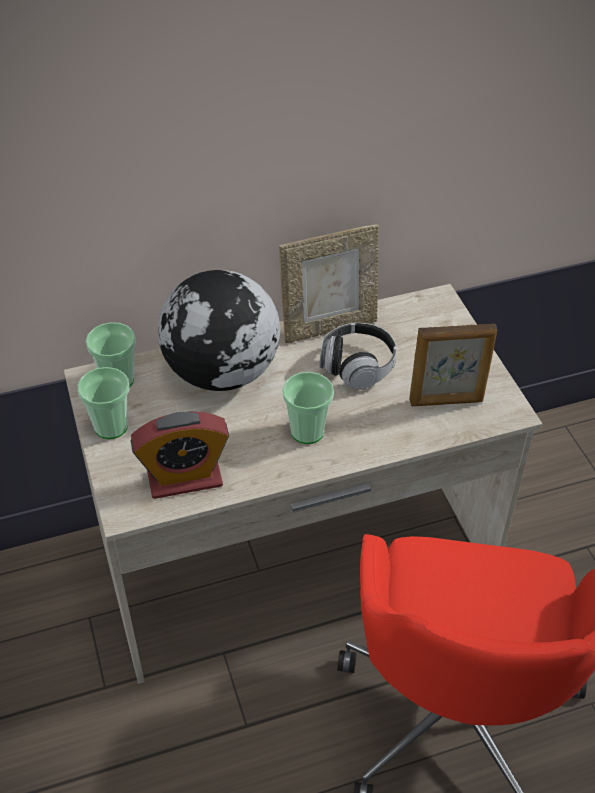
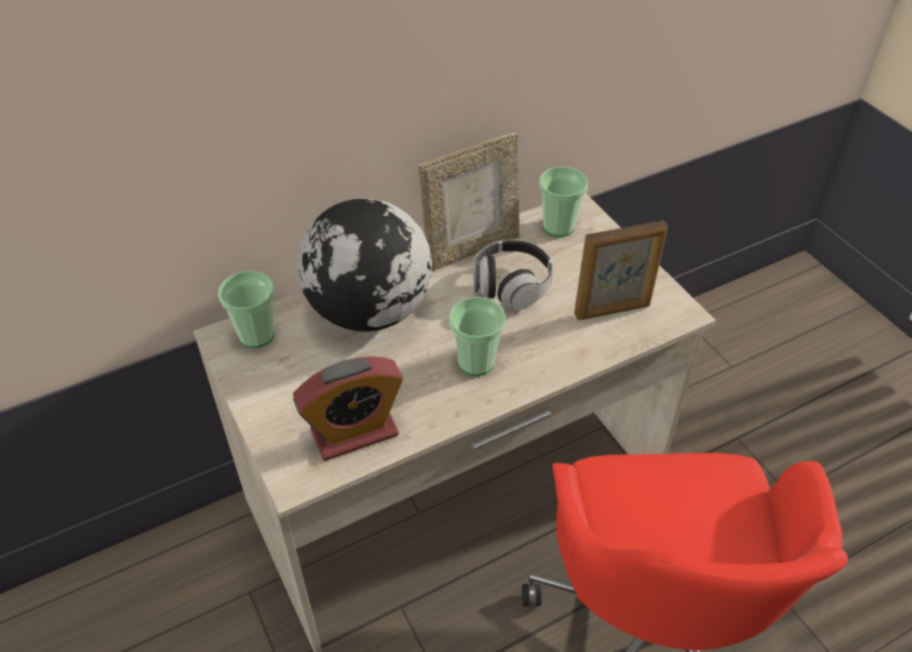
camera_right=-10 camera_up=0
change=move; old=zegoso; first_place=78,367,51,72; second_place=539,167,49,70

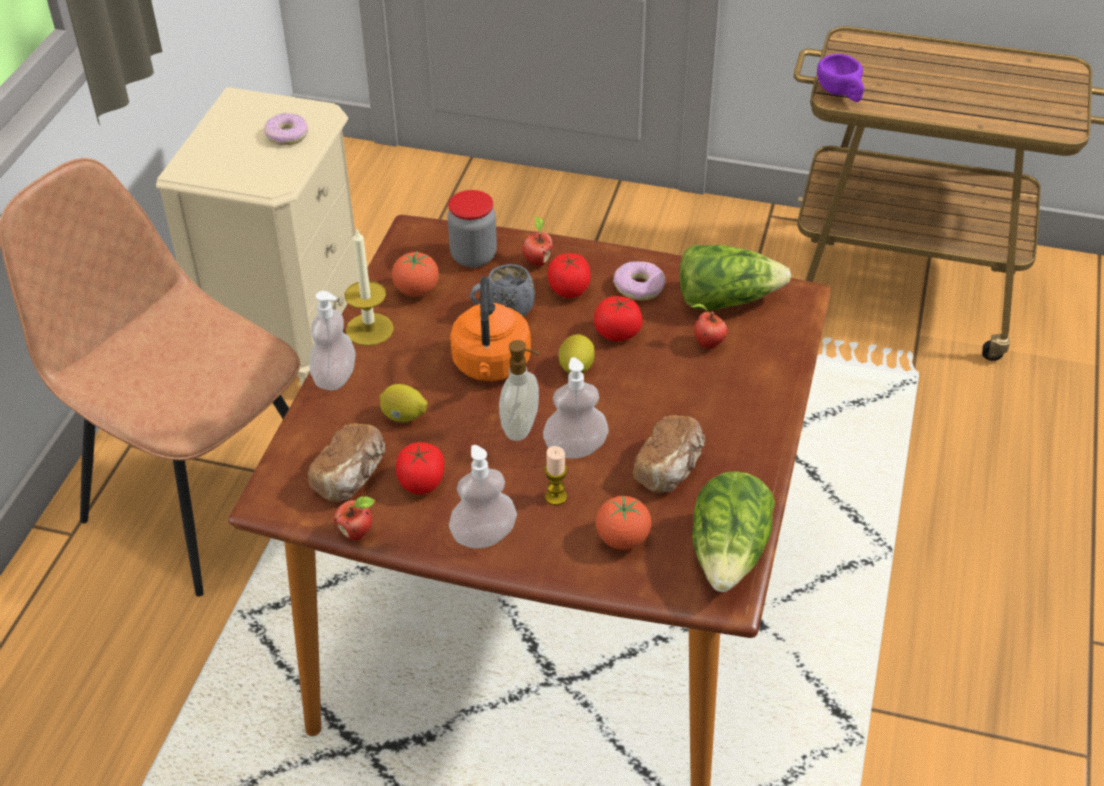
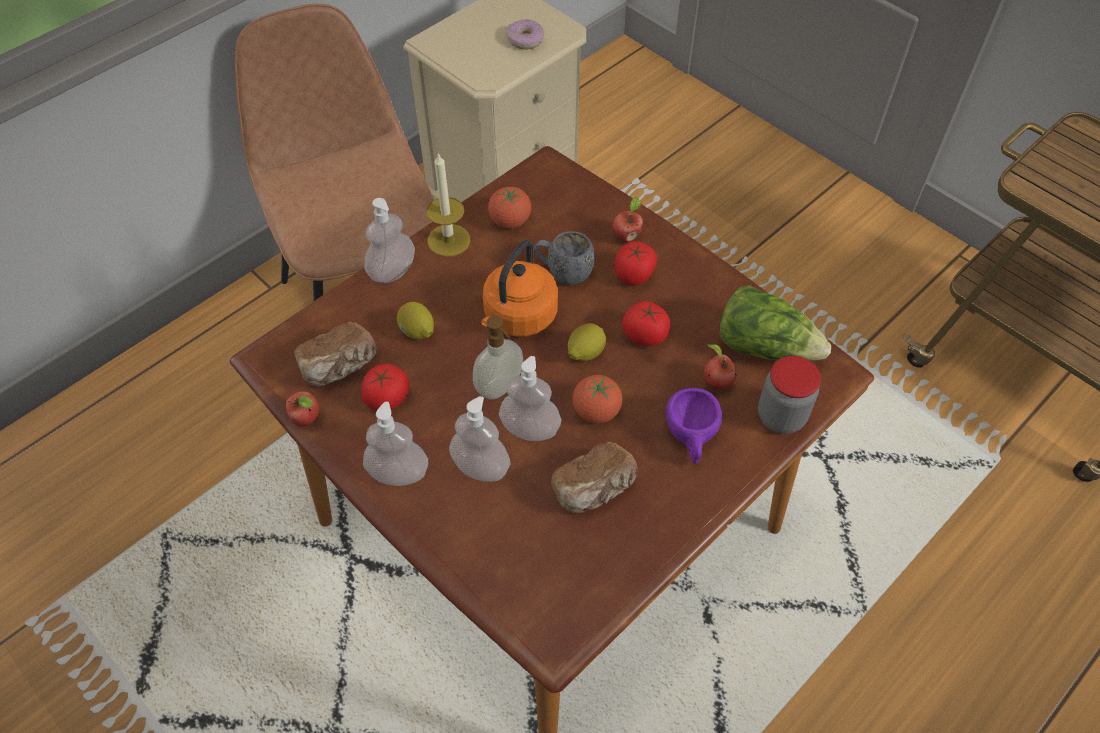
camera_right=30 camera_up=10
change=move; old=zegoso (purple); first_place=817,54,47,48; second_place=666,388,56,76
change=move; old=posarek; first_place=447,190,50,78; second_place=758,356,63,78
change=delete; old=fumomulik; first_place=613,261,53,39
change=replace; old=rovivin; new=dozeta; first_place=544,446,23,60; second_place=449,396,61,86
change=delete; old=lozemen; first_place=692,471,83,121
change=move; old=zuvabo; first_place=596,495,55,55; second_place=572,375,51,48

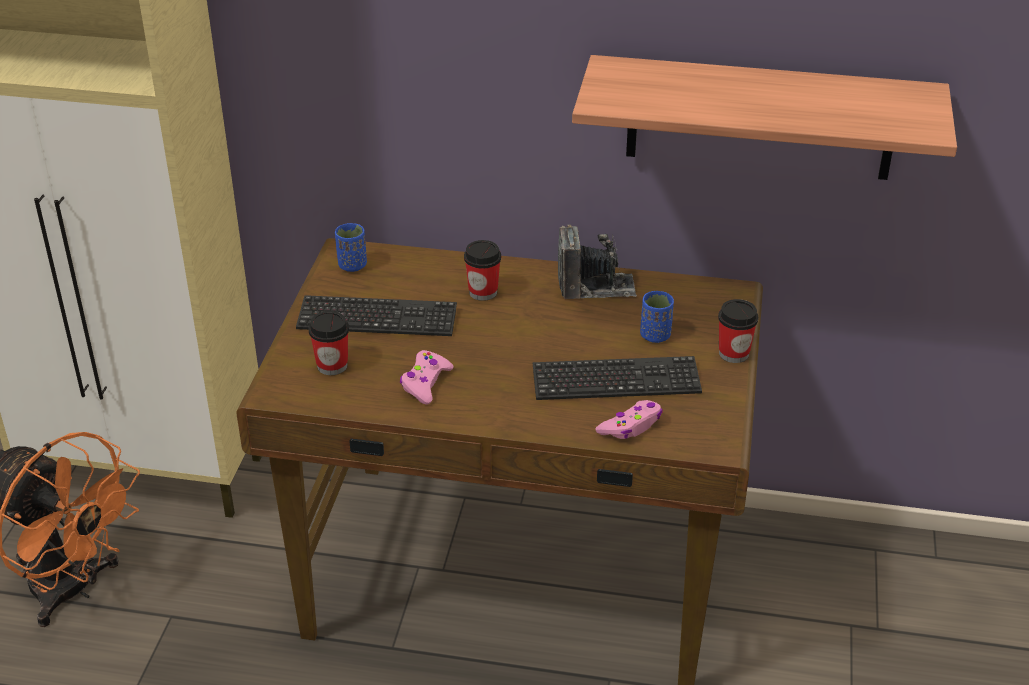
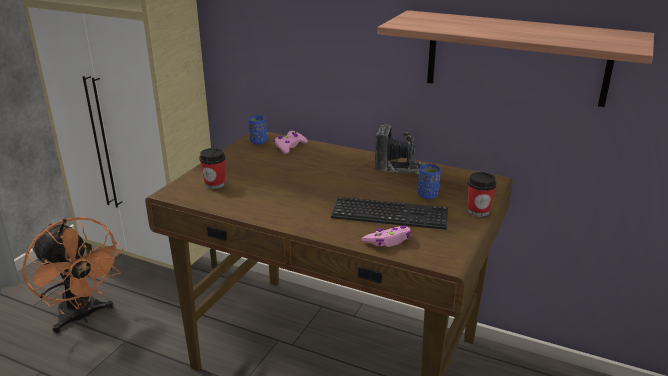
camera_right=15 camera_up=-10
change=delete; old=zegoso; first_place=464,240,37,61
change=delete; old=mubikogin; first_place=296,295,161,41
change=move; old=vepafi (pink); first_place=400,350,54,55; second_place=274,131,34,23

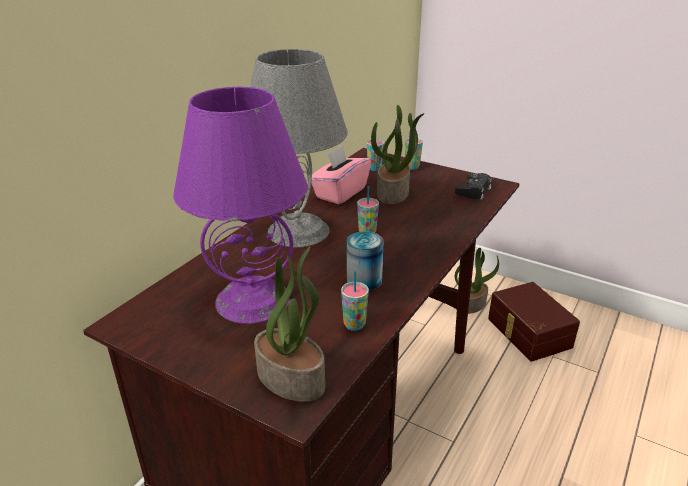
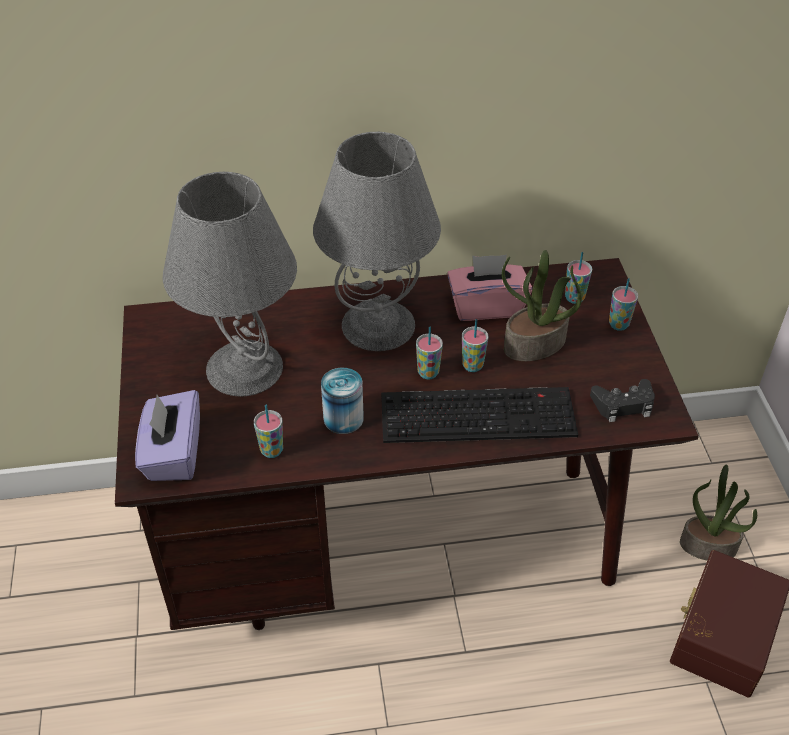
camera_right=50 camera_up=15
change=recolor; old=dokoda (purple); new=dokoda (grey); first_place=173,87,135,237; second_place=162,172,135,225
change=replace; old=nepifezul; new=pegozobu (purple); first_place=254,247,71,155; second_place=135,390,65,91
change=insert; new=zegoso; second_place=462,319,26,53
change=insert; new=mubikogin; second_place=381,387,197,56

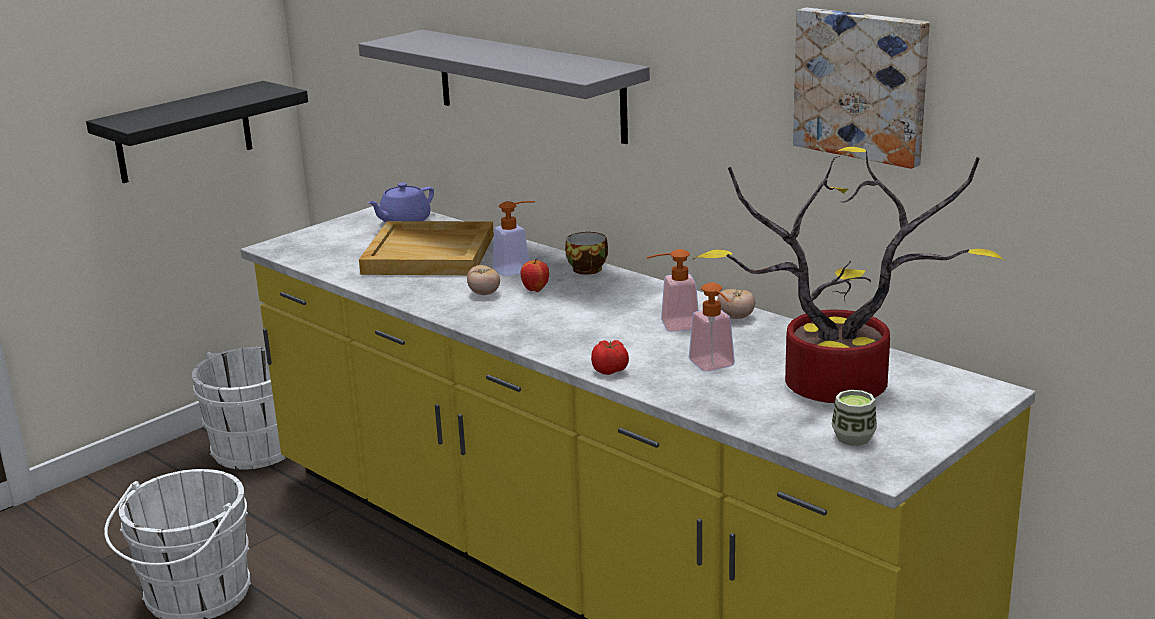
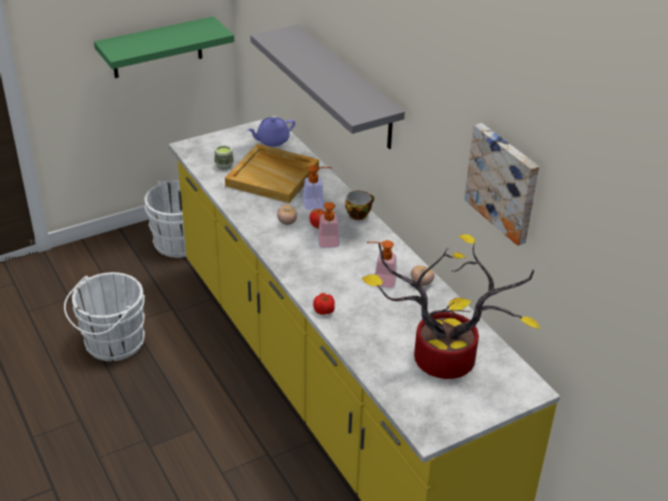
camera_right=15 camera_up=15
change=recolor; old=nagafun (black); new=nagafun (green); first_place=86,81,222,102; second_place=94,16,140,62
change=move; old=dozeta; first_place=689,283,46,89; second_place=318,202,22,46
change=move; old=zegoso; first_place=832,390,45,56; second_place=214,145,20,25

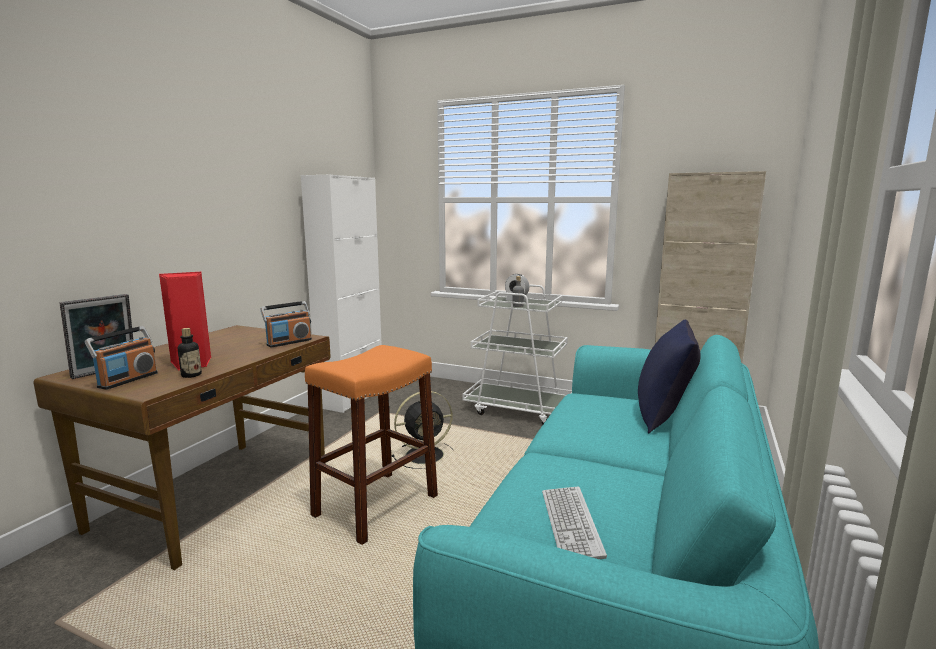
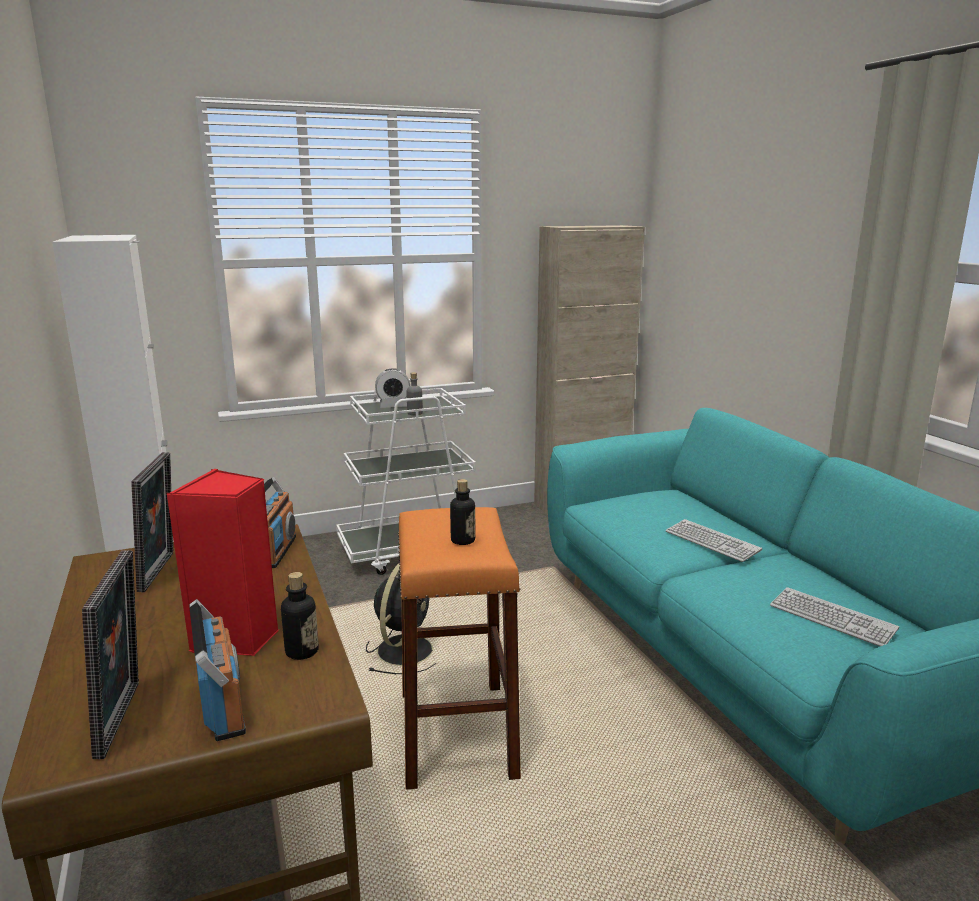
camera_right=-45 camera_up=5
change=delete; old=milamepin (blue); first_place=638,319,63,114
change=insert; new=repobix; second_place=131,452,42,140
change=insert; new=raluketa; second_place=450,479,25,66
change=insert; new=mubikogin; second_place=666,519,96,43

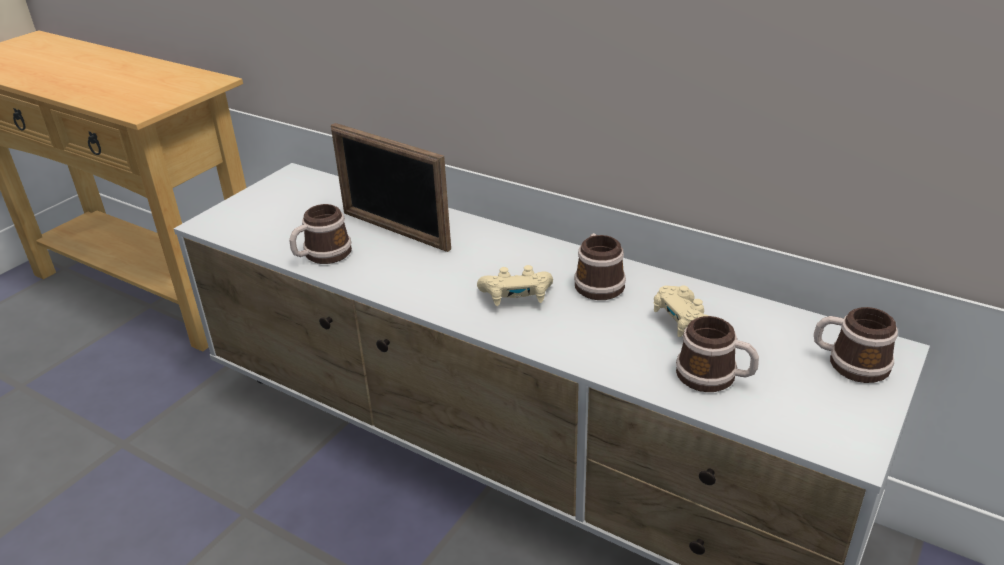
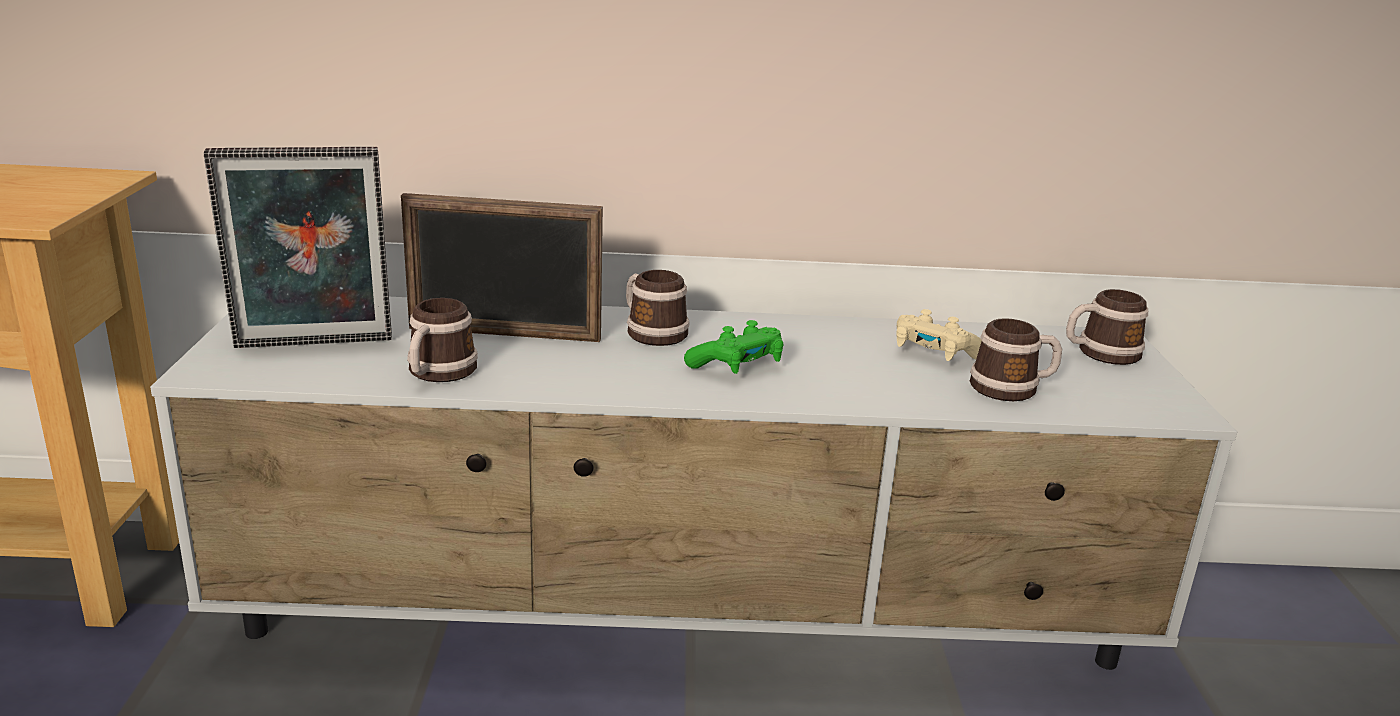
camera_right=-35 camera_up=-10
change=move; old=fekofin; first_place=574,233,52,67; second_place=626,270,64,76
change=recolor; old=vepafi (beige); new=vepafi (green); first_place=477,265,76,41; second_place=684,320,99,54
change=insert; new=repobix; second_place=204,147,188,201

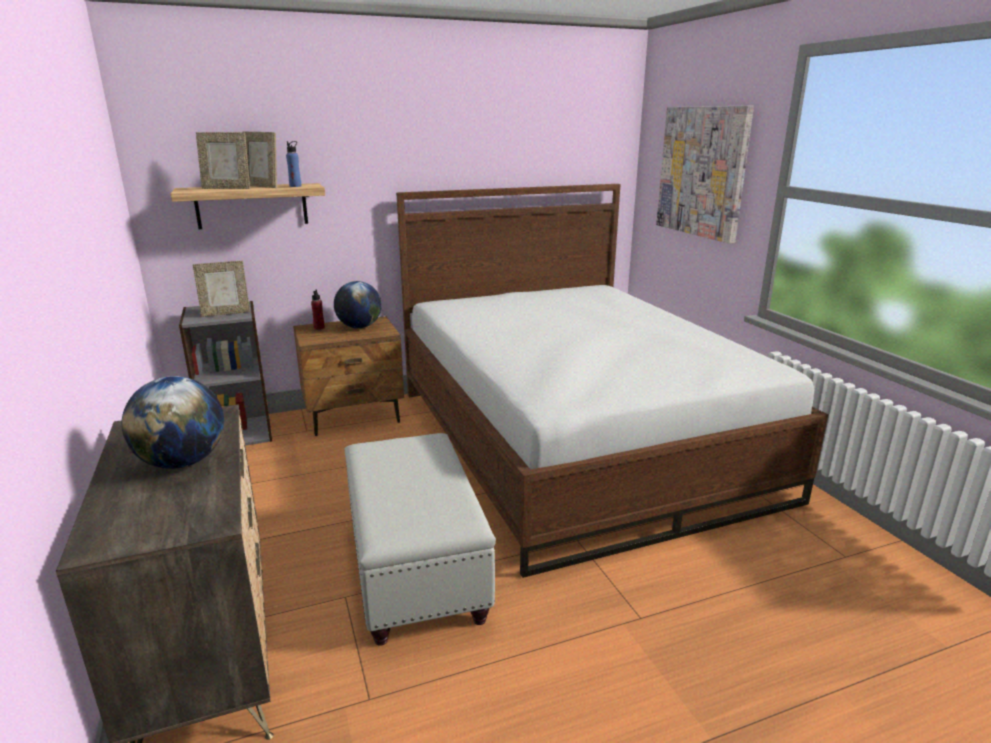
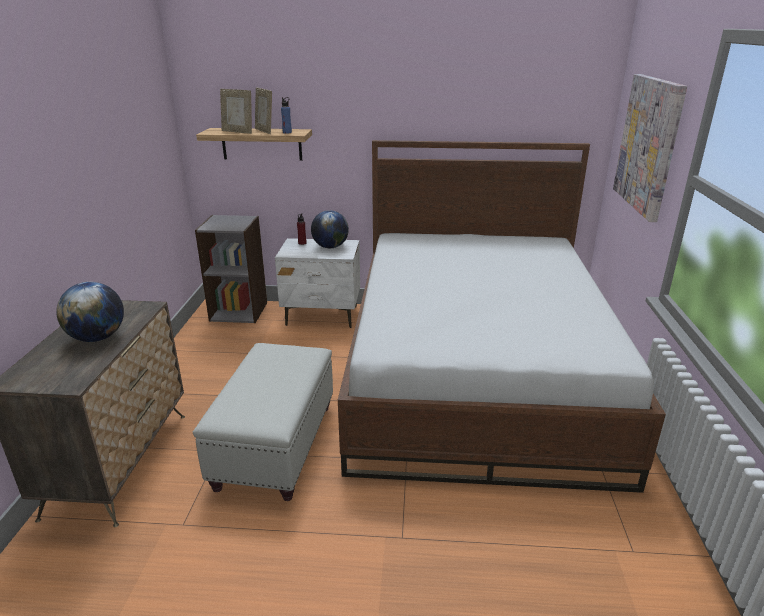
camera_right=25 camera_up=5
change=delete; old=repobix; first_place=193,261,57,56
change=recolor; old=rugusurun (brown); new=rugusurun (white); first_place=293,316,111,120; second_place=275,238,85,90

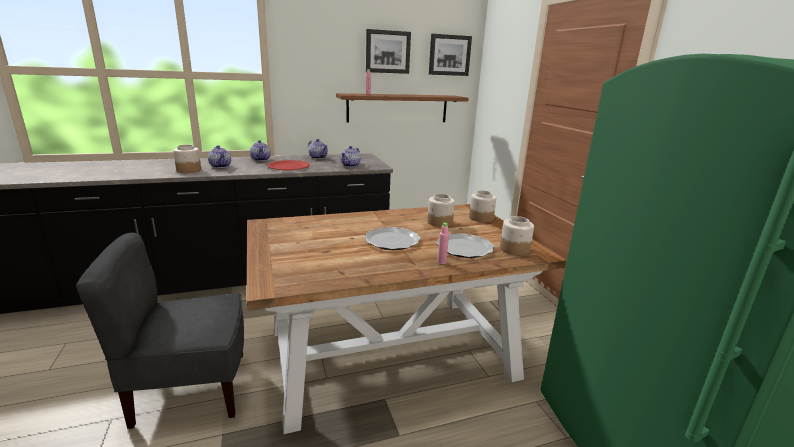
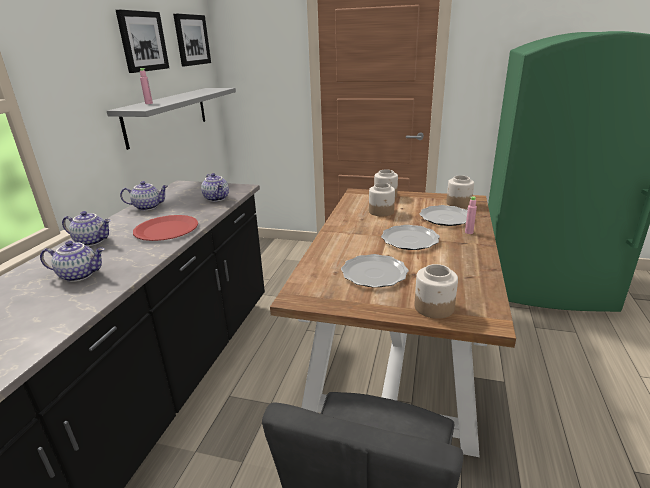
camera_right=-55 camera_up=5
change=recolor; old=nagafun (brown); new=nagafun (grey); first_place=336,93,133,29; second_place=107,88,129,62
change=move; old=posarek; first_place=173,145,28,28; second_place=414,264,44,55
change=insert; new=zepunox; second_place=341,254,68,34

